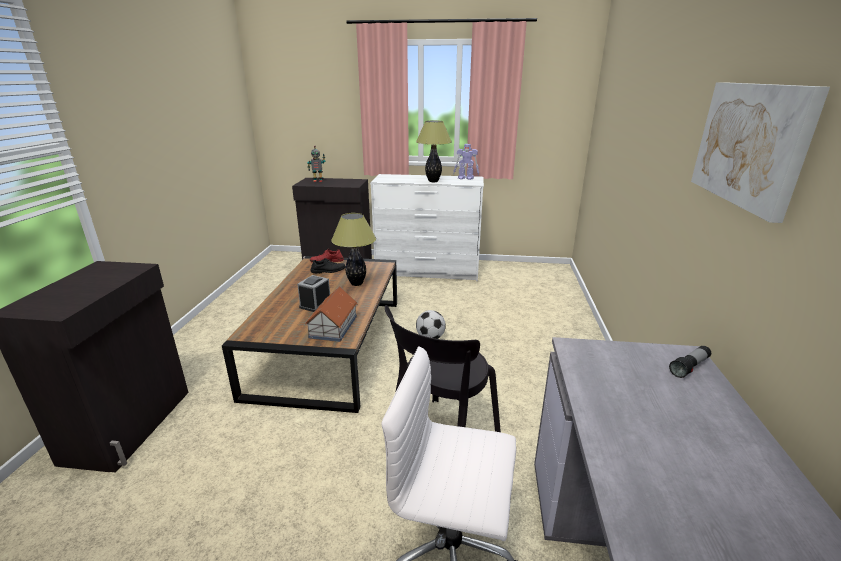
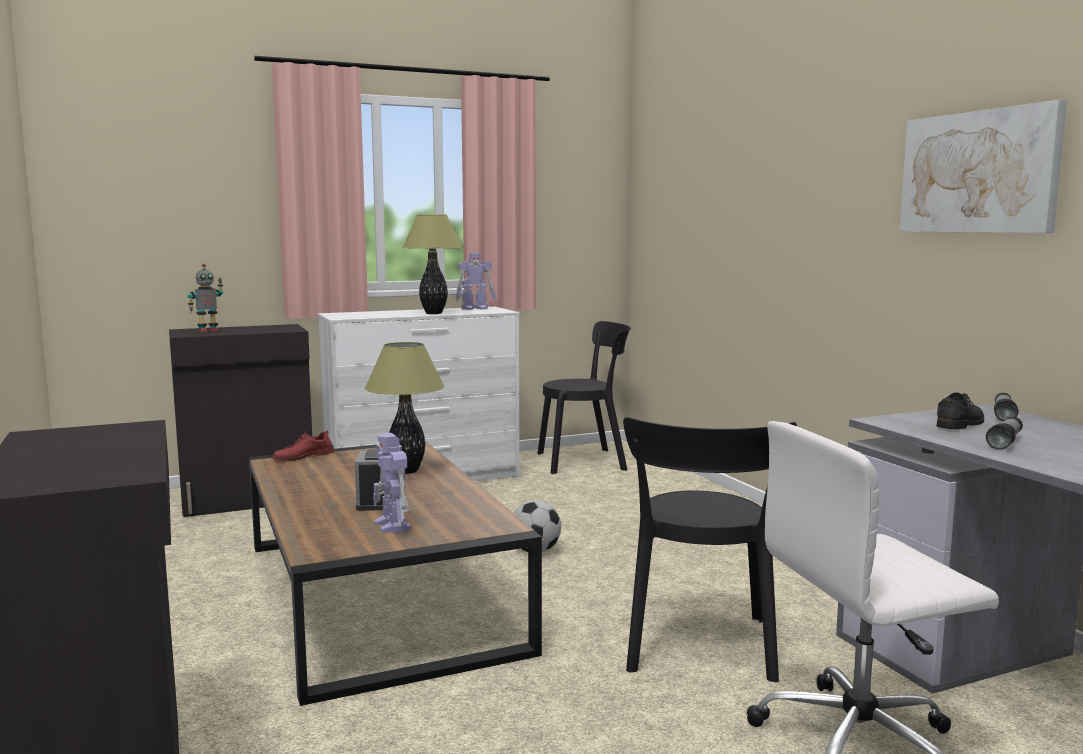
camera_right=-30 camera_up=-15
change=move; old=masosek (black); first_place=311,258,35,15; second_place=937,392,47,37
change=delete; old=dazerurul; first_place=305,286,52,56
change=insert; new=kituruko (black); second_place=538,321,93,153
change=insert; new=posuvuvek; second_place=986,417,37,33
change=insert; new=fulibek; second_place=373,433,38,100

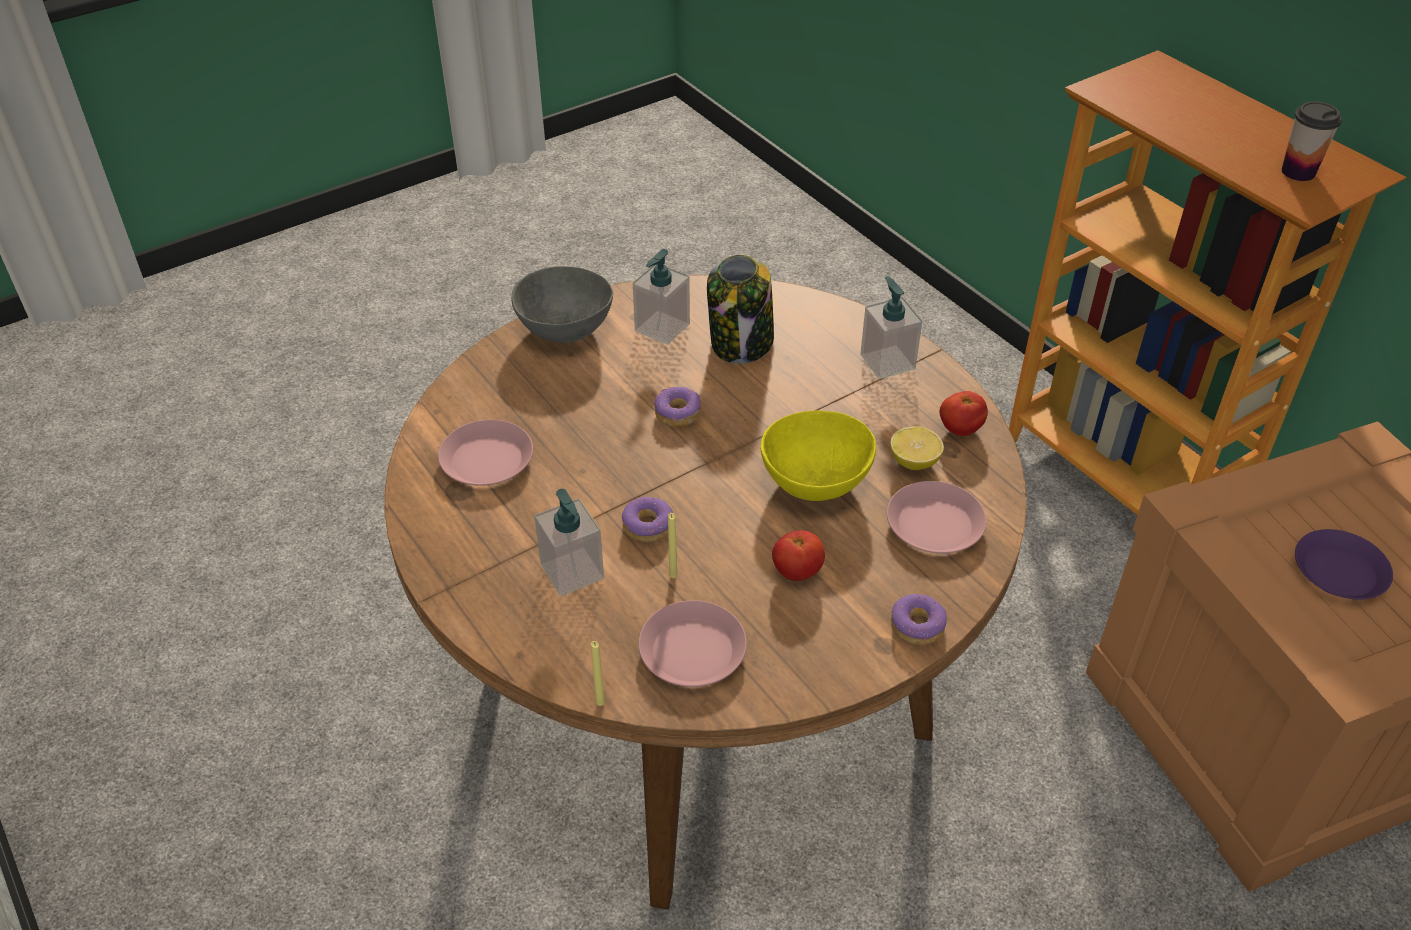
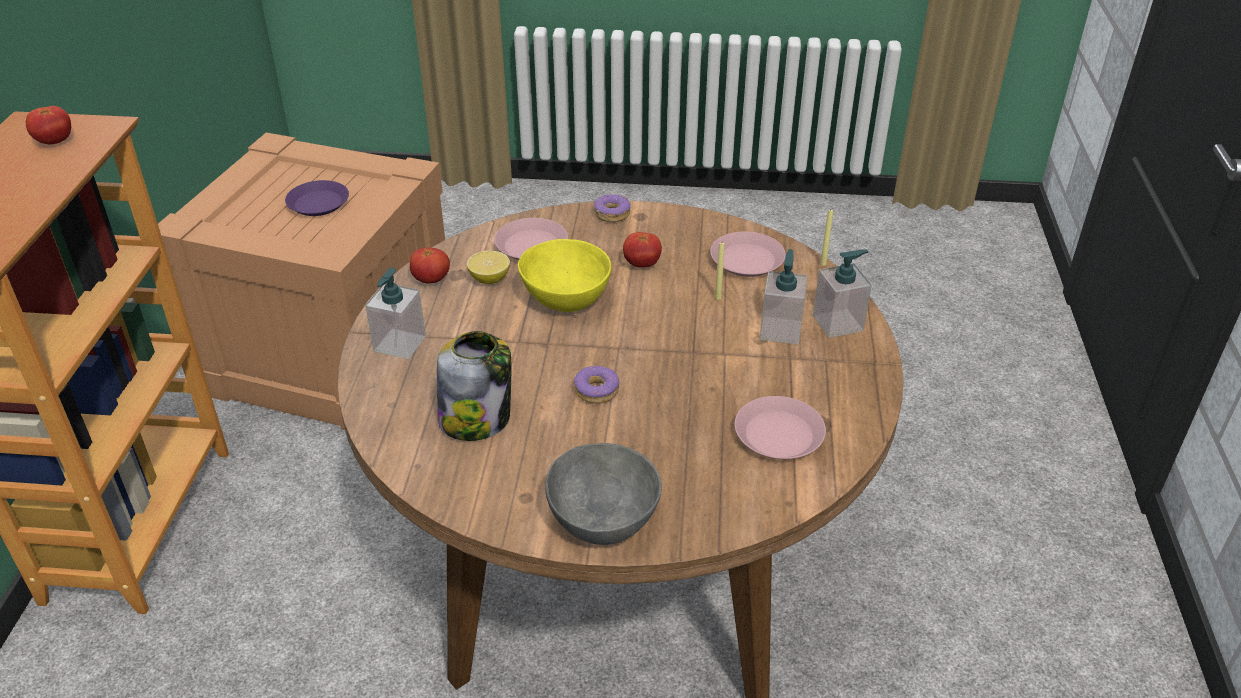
camera_right=-140 camera_up=-5
change=replace; old=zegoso; new=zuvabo; first_place=1282,101,60,80; second_place=26,106,45,38
change=move; old=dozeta; first_place=633,249,57,96; second_place=813,249,59,89
change=delete; old=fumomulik; first_place=622,497,51,45

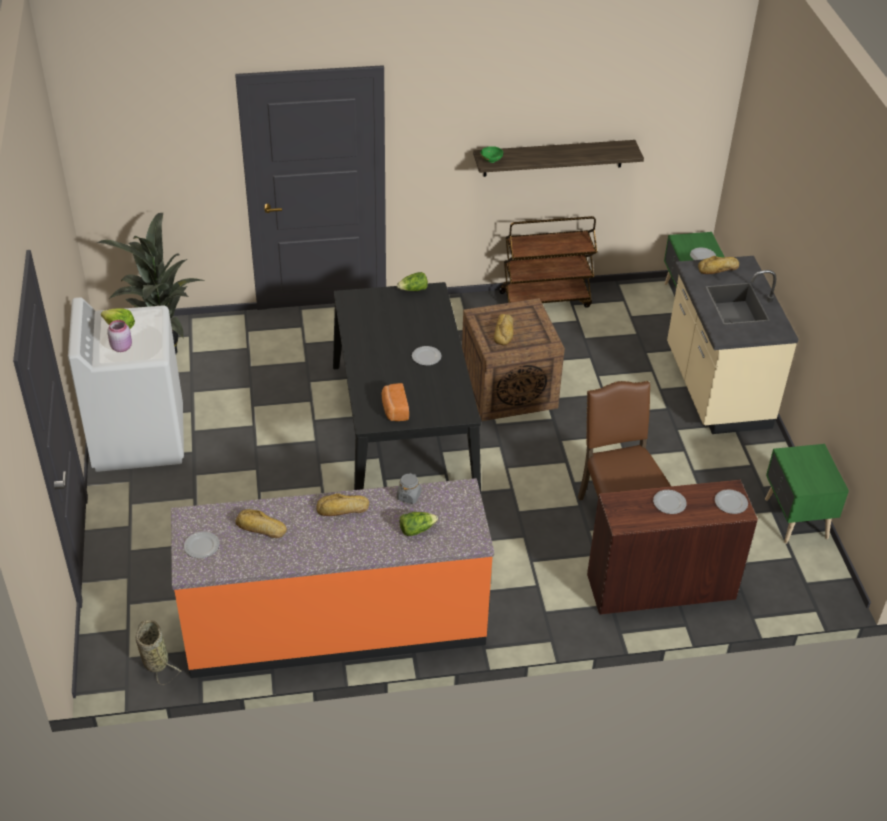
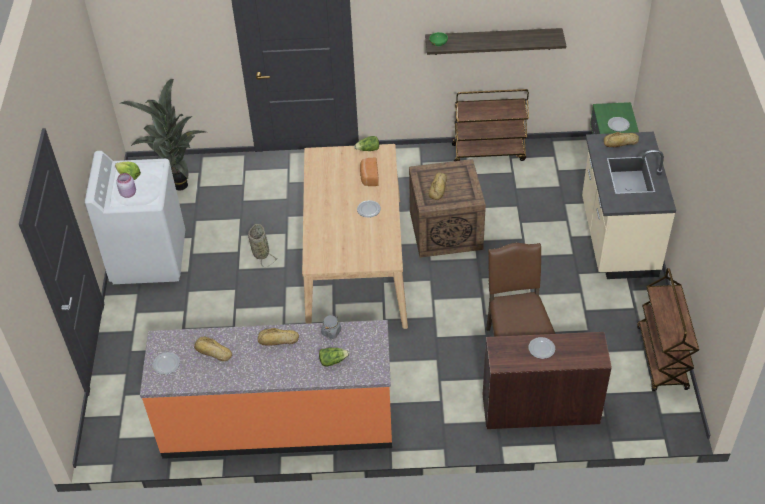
camera_right=10 camera_up=5
change=recolor; old=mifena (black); new=mifena (beige); first_place=333,282,148,212; second_place=302,144,106,185
change=move; old=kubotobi; first_place=382,383,27,38; second_place=360,157,19,29
change=replace; old=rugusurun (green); new=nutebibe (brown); first_place=765,444,84,100; second_place=637,268,62,123
change=delete; old=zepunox; first_place=715,489,33,25
change=move; old=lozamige; first_place=136,620,46,65; second_place=248,224,30,43

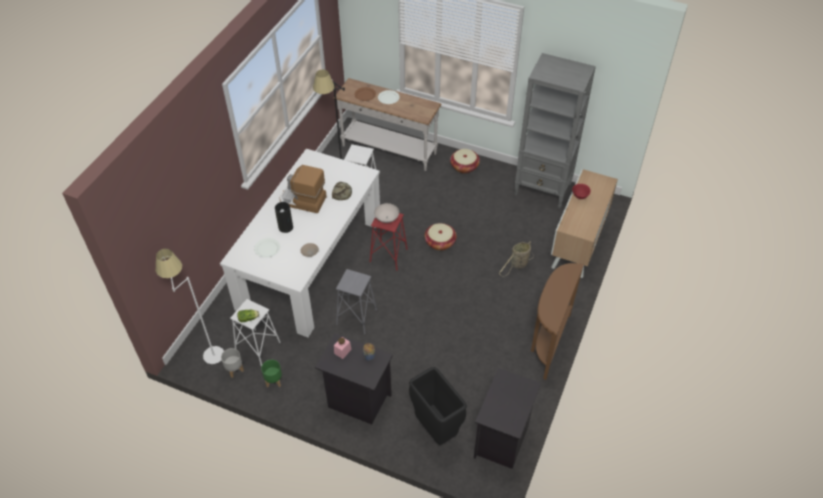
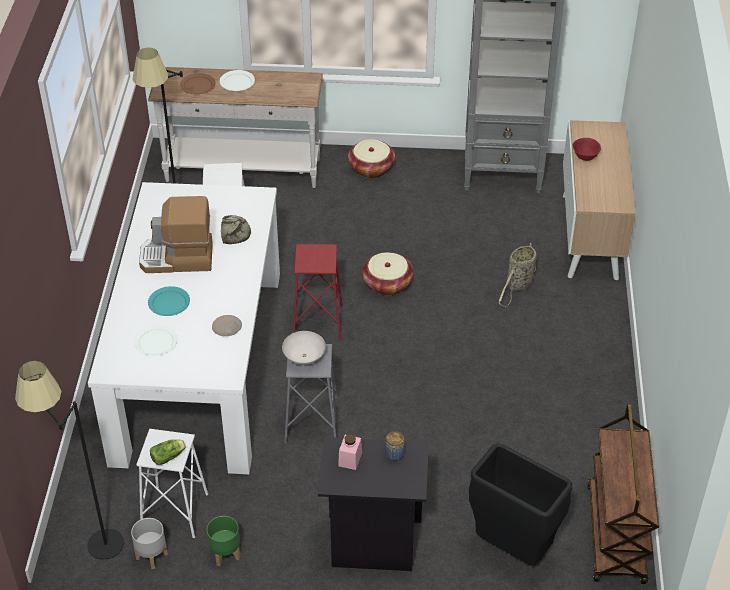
camera_right=-20 camera_up=-5
change=replace; old=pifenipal; new=zepunox (turquoise); first_place=275,202,18,31; second_place=148,286,42,30
change=move; old=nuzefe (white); first_place=374,203,25,20; second_place=282,331,44,34
change=recolor; old=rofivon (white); new=rofivon (black); first_place=156,248,68,116; second_place=15,361,109,198
change=delete; old=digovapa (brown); first_place=531,263,53,117
change=replace; old=rugusurun (black); new=nutebibe (brown); first_place=474,368,67,101; second_place=587,404,72,180

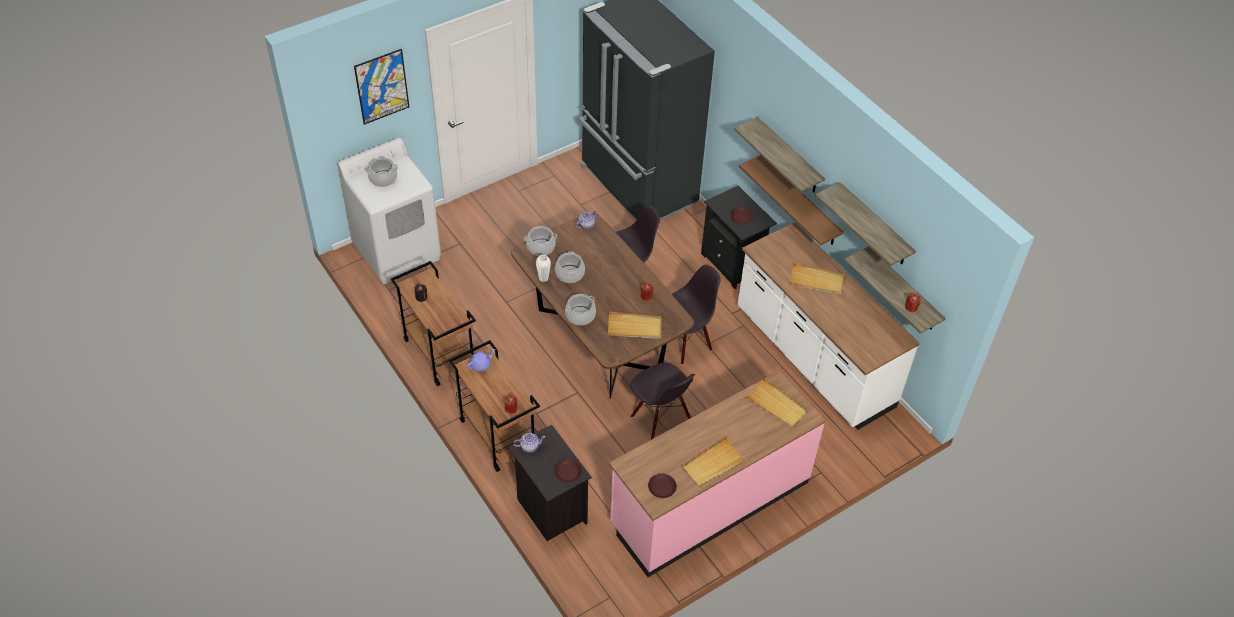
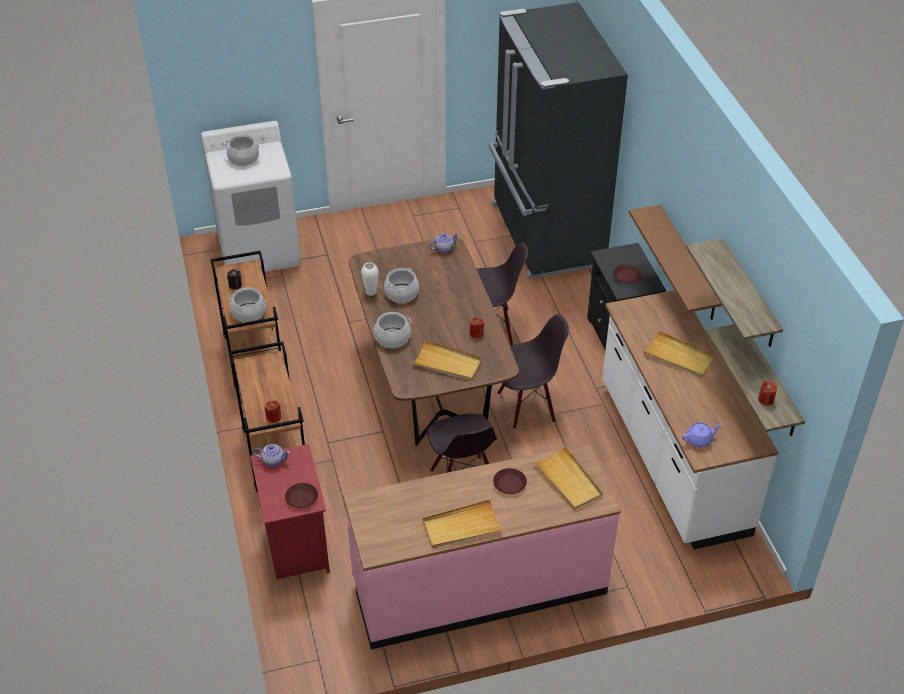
camera_right=20 camera_up=-5
change=delete; old=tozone; first_place=354,49,55,76
change=delete; old=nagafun; first_place=734,117,91,76
change=move; old=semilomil; first_place=524,226,33,30; second_place=228,288,38,35
change=move; old=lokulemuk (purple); first_place=466,349,29,22; second_place=682,422,40,26
change=recolor; old=rugusurun (black); new=rugusurun (red); first_place=508,425,84,116; second_place=250,444,80,135
change=move; old=zepunox (brown); first_place=648,474,29,24; second_place=493,468,34,26

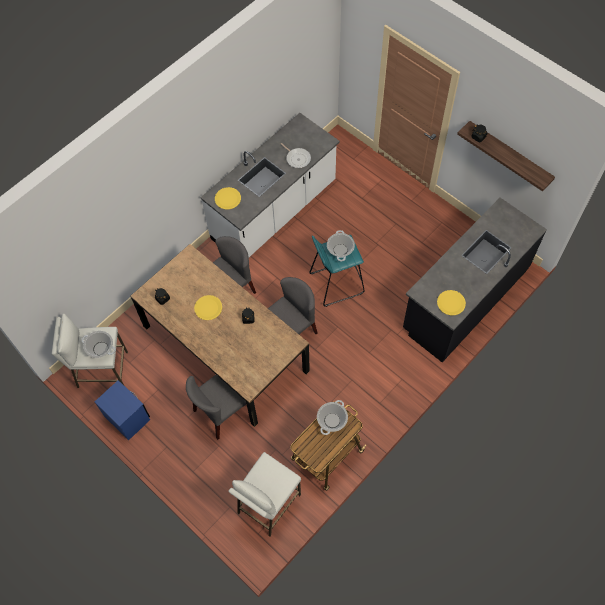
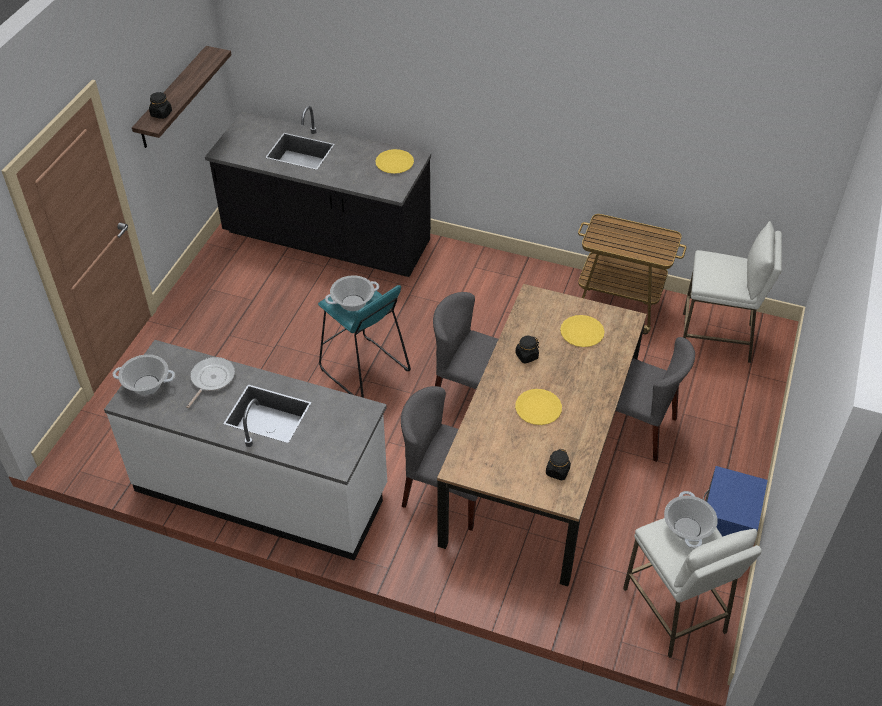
camera_right=-115 camera_up=-15
change=move; old=zepunox (yellow); first_place=215,187,26,22; second_place=560,315,45,32
change=move; old=semilomil; first_place=317,400,31,35; second_place=113,354,62,41

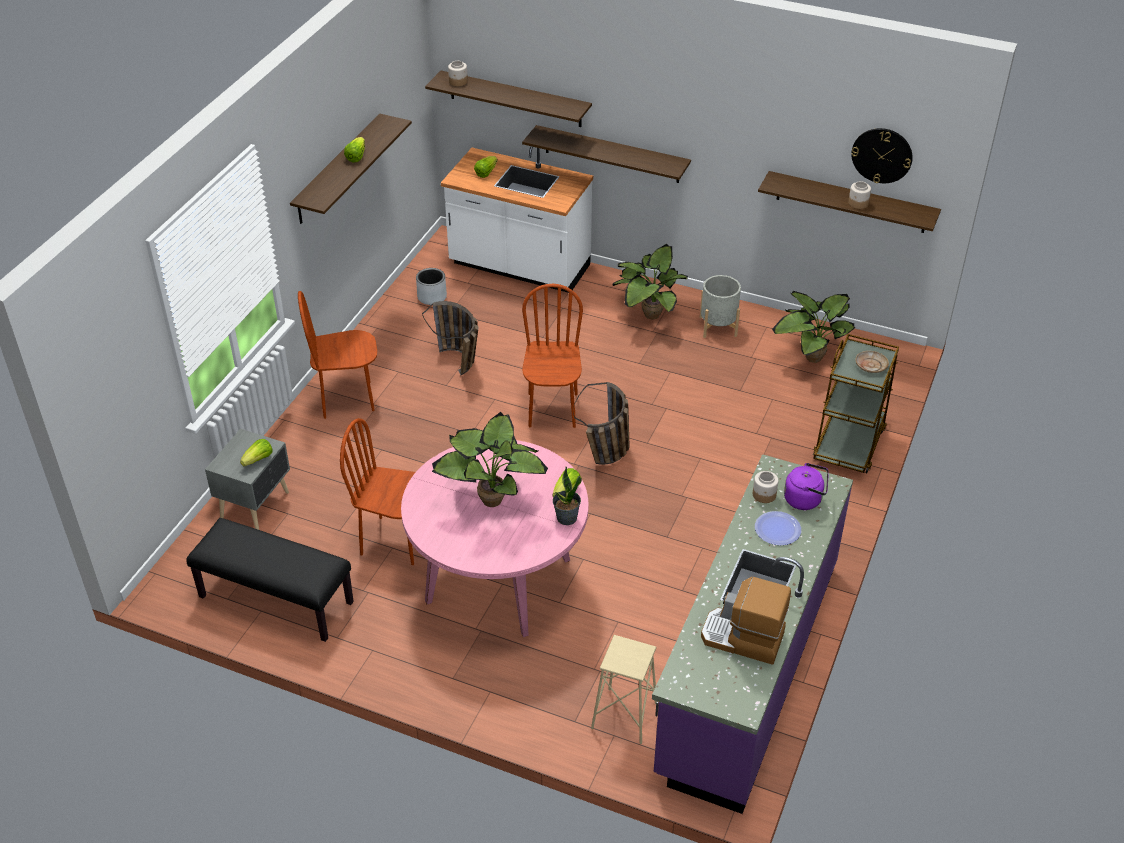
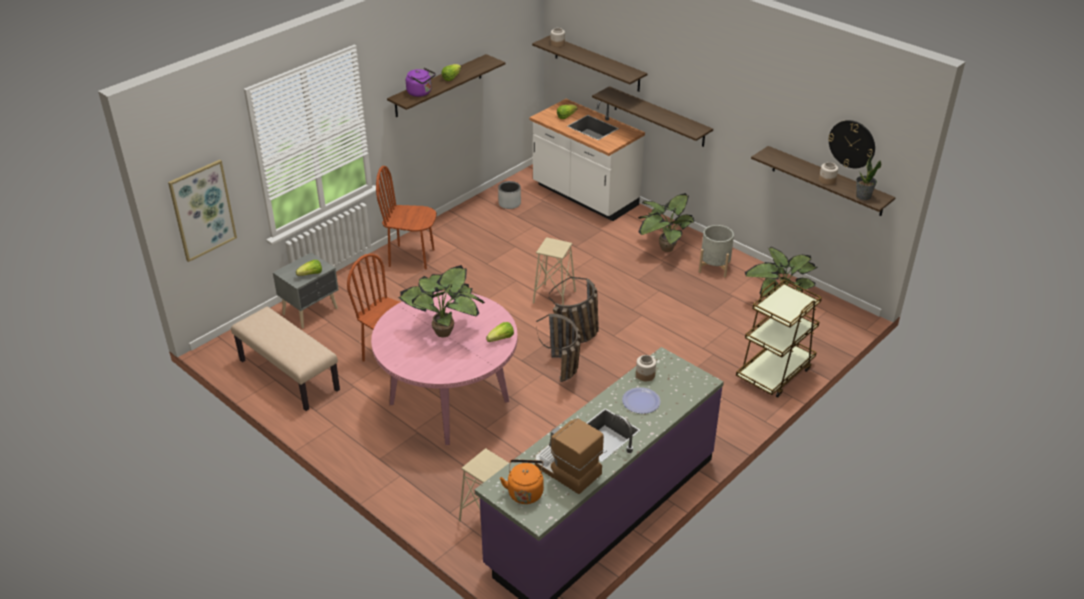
camera_right=20 camera_up=-5
change=replace; old=kituruko (brown); new=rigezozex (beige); first_place=522,284,61,144; second_place=533,237,43,68
change=move; old=lozamige; first_place=422,301,57,74; second_place=536,314,45,68
change=delete; old=zepunox (beige); first_place=855,351,34,22
change=move; old=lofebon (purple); first_place=784,463,45,47; second_place=406,68,30,29
change=move; old=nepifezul; first_place=553,467,29,58; second_place=856,155,26,45
change=recolor; old=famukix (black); new=famukix (beige); first_place=186,518,168,124; second_place=231,307,109,104
change=insert; new=tozone; second_place=168,160,69,102
change=insert; new=lofebon (orange); second_place=500,459,44,45

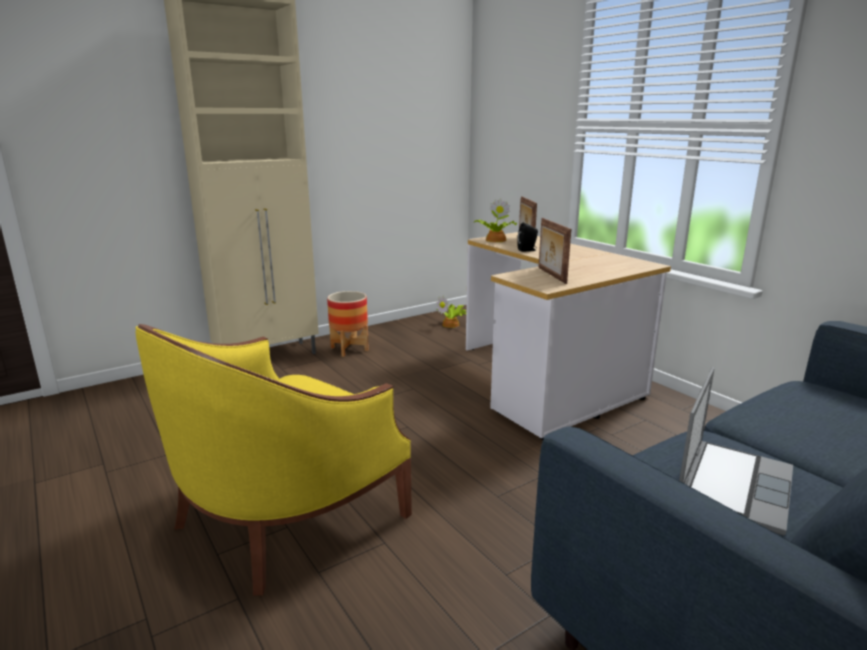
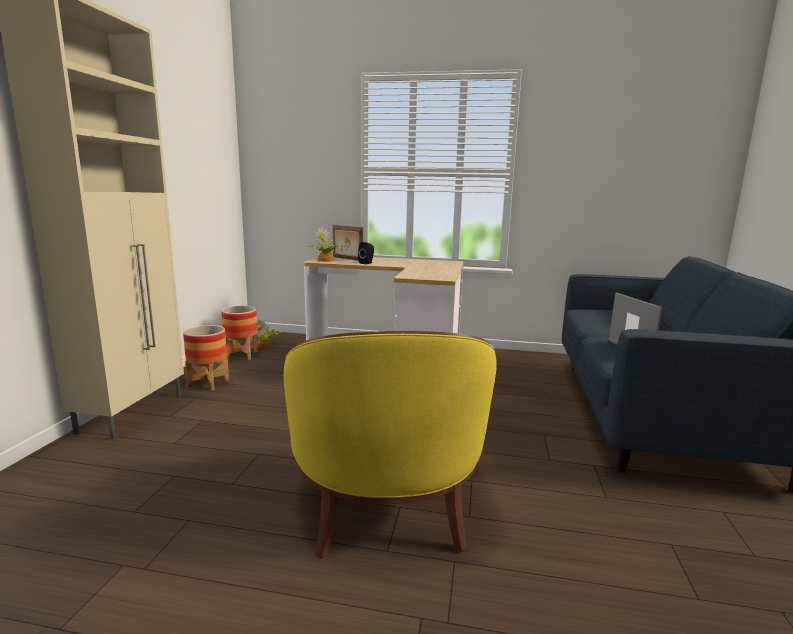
camera_right=-45 camera_up=-5
change=delete; old=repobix; first_place=538,218,33,66
change=insert; new=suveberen; second_place=222,306,36,54

